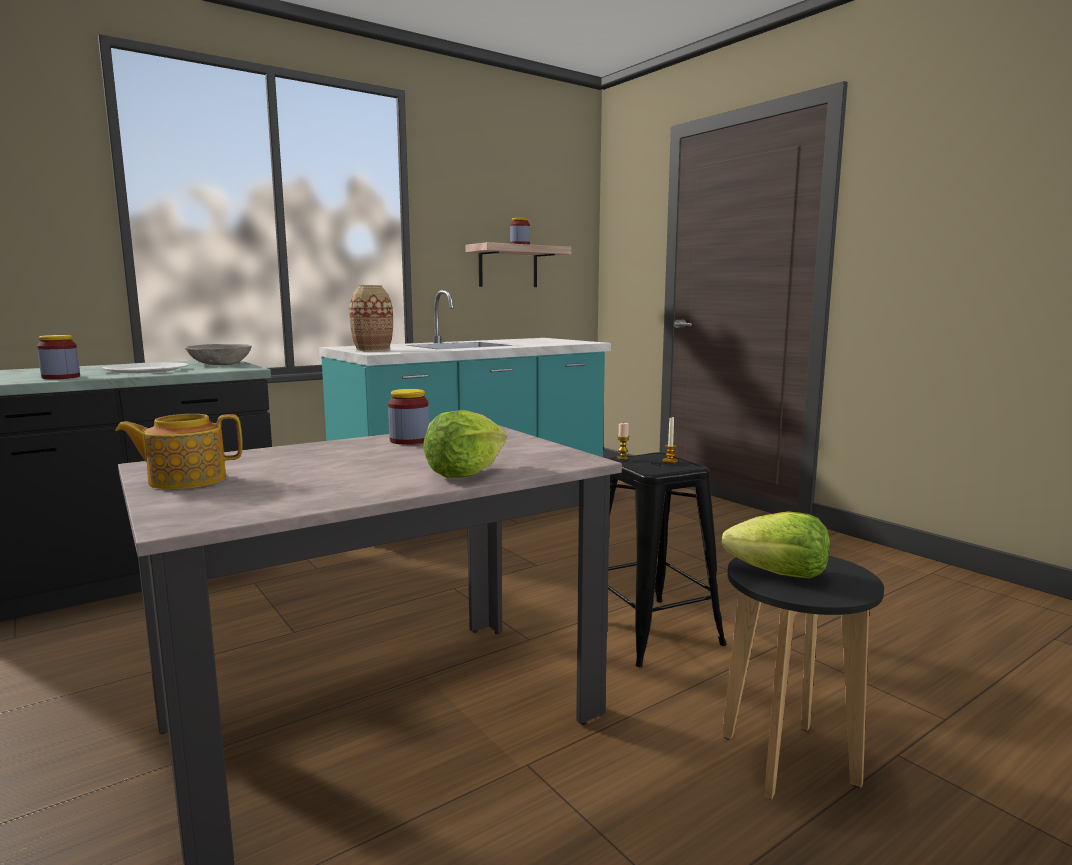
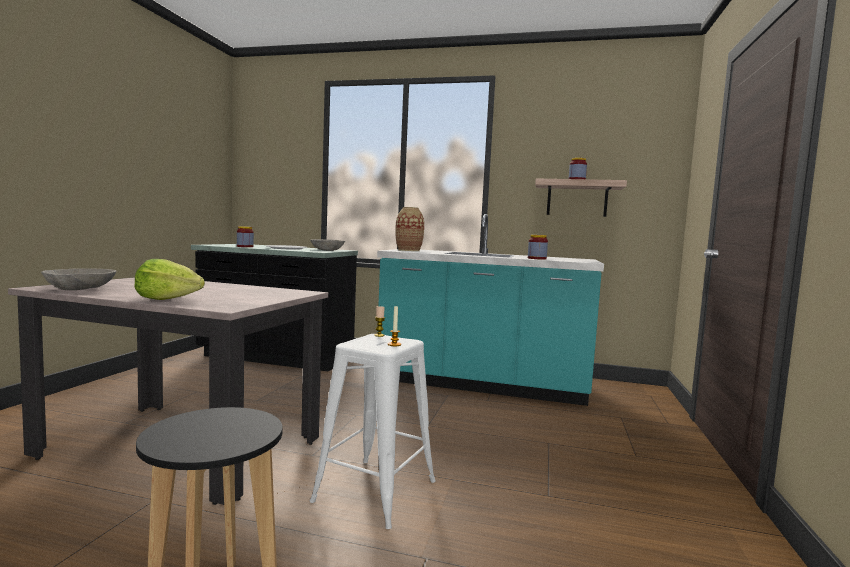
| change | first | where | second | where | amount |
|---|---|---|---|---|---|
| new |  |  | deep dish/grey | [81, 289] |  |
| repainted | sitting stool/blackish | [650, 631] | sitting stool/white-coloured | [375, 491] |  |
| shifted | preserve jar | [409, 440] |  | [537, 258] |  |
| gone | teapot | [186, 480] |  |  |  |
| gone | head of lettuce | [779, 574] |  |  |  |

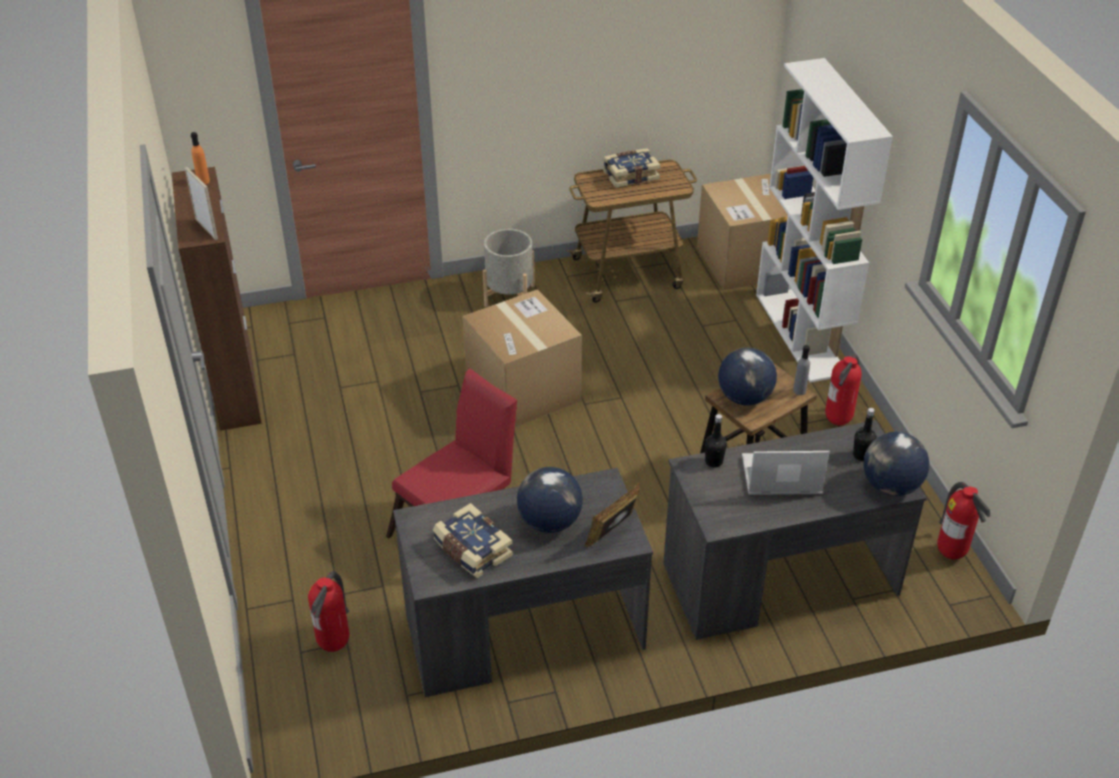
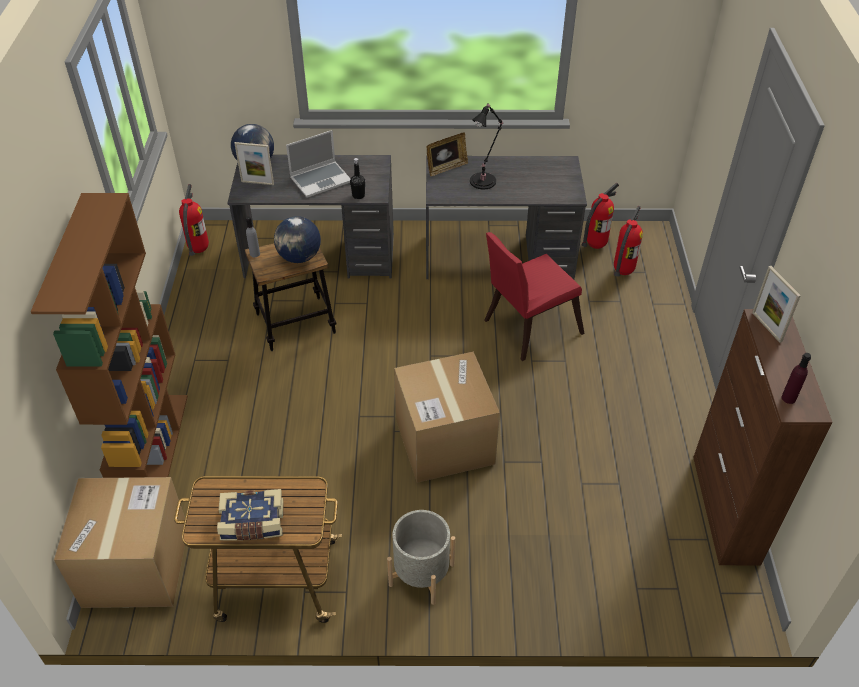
| change | first | where | second | where | amount |
|---|---|---|---|---|---|
| repainted | bookcase/white-coloured | [801, 334] | bookcase/brownish | [153, 450] |  |
| swapped | beverage bottle/blackish | [861, 455] | picture frame | [257, 183] |  |
| rotated | laptop | [780, 477] |  | [321, 180] | 45 degrees counterclockwise |
| swapped | globe | [549, 522] | table lamp/blackish | [484, 180] |  |
| shifted | extinguisher | [838, 422] |  | [595, 245] |  |
| repainted | beverage bottle/orange | [203, 181] | beverage bottle/purple-coloured | [788, 398] |  |
| gone | volume | [471, 550] |  |  |  |

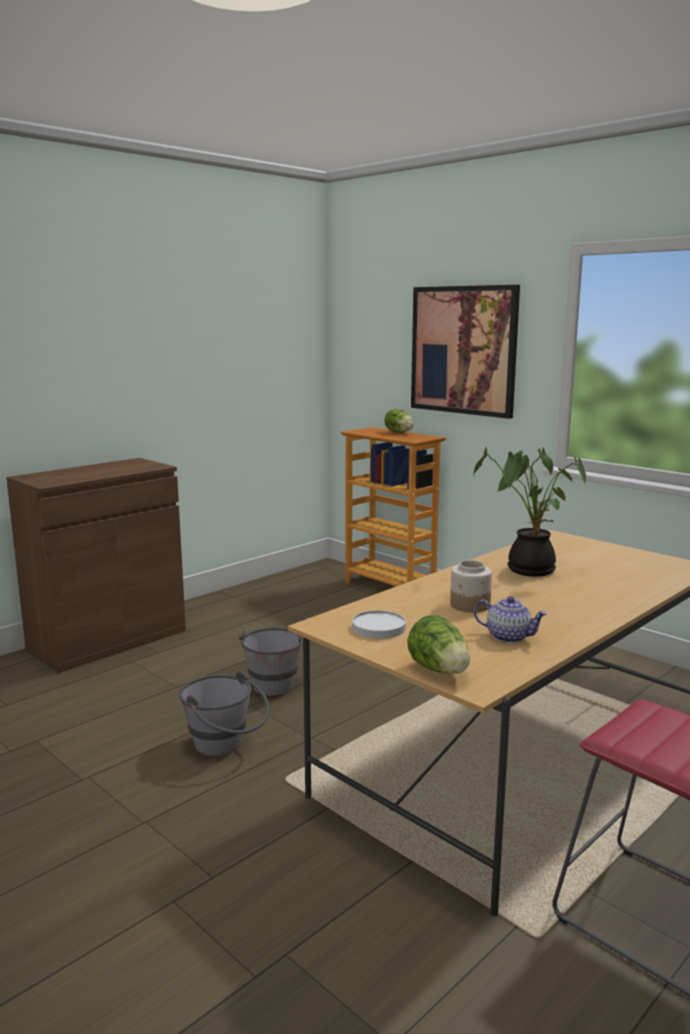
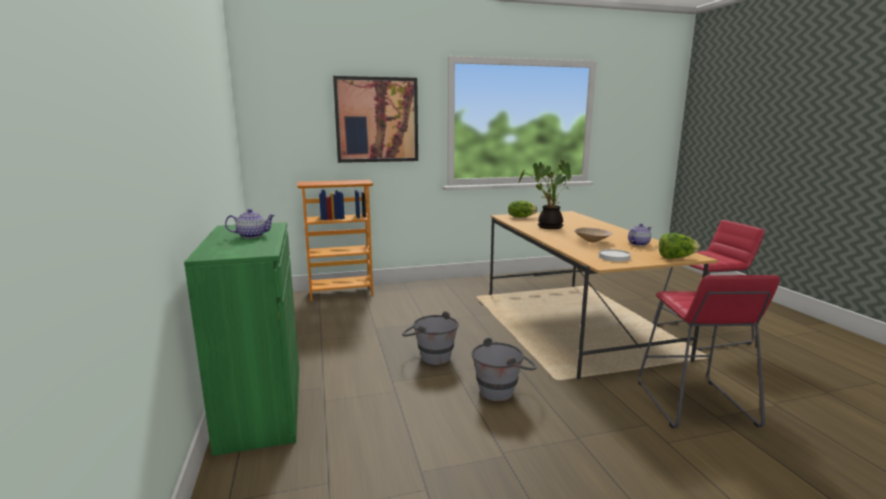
| change | first | where | second | where | amount |
|---|---|---|---|---|---|
| repainted | storage cabinet/brownish | [108, 640] | storage cabinet/greenish | [262, 405] |  |
| new |  |  | teapot | [252, 236] |  |
| shifted | head of lettuce | [399, 432] |  | [521, 217] |  |
| swapped | preserve jar | [470, 605] | deep dish/sand-coloured | [592, 241] |  |
| new |  |  | sitting stool/reddish | [694, 404] |  |

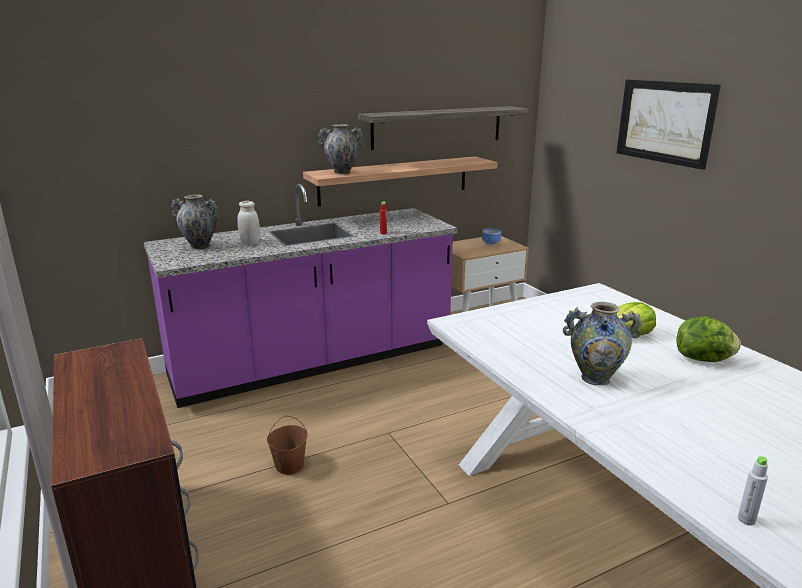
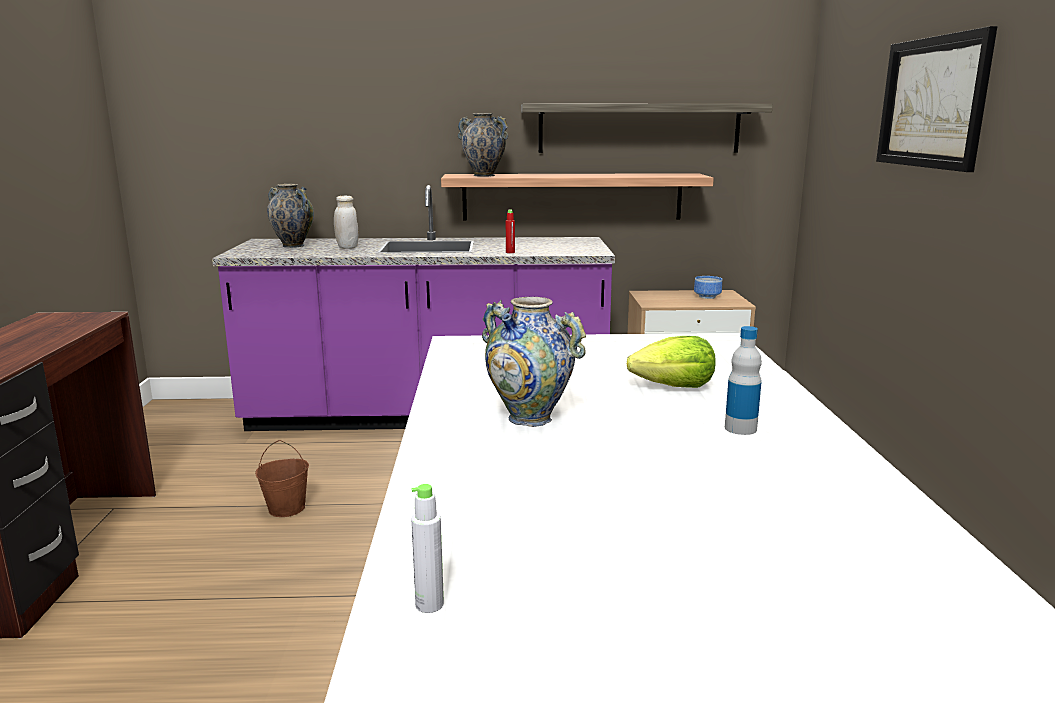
| change | first | where | second | where | amount |
|---|---|---|---|---|---|
| swapped | head of lettuce | [703, 359] | beverage bottle | [740, 428] |  |

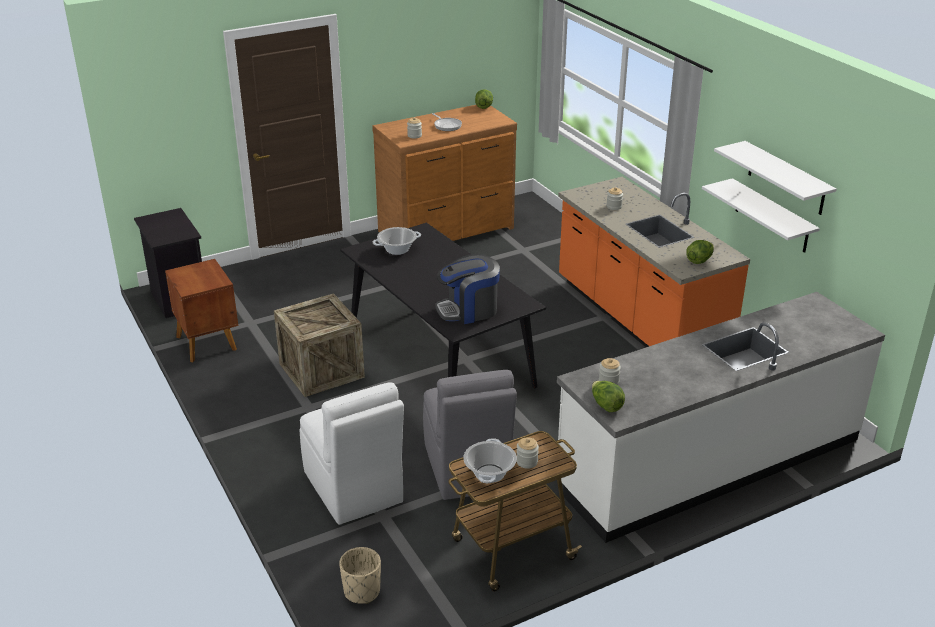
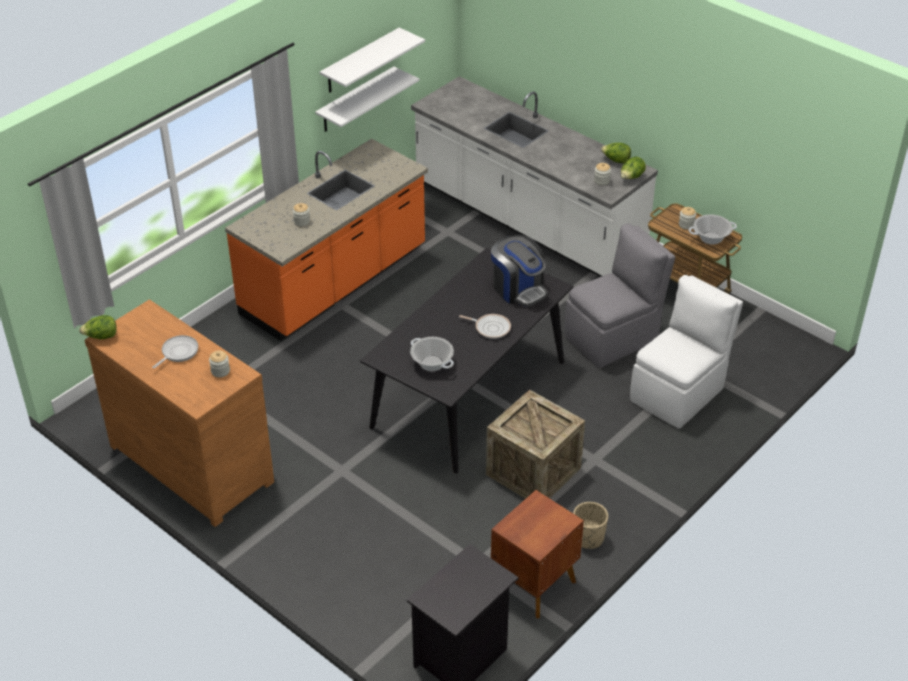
| change | first | where | second | where | amount |
|---|---|---|---|---|---|
| new |  |  | frying pan | [490, 328] |  |
| shifted | planter/sand-coloured | [361, 591] |  | [588, 538] |  |
| shifted | head of lettuce | [699, 260] |  | [616, 160] |  |

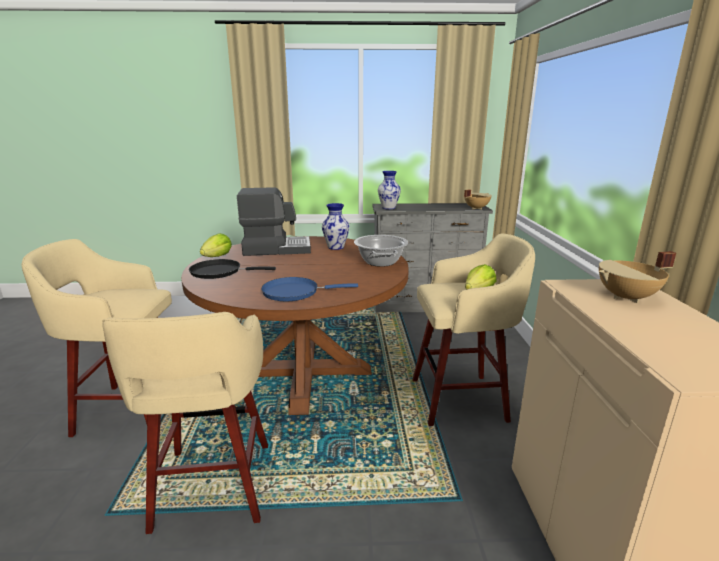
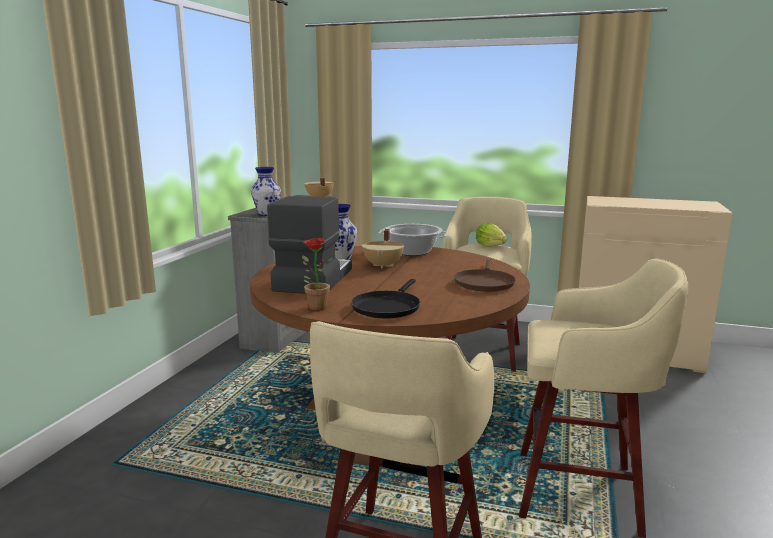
| change | first | where | second | where | amount |
|---|---|---|---|---|---|
| swapped | head of lettuce | [217, 257] | houseplant | [314, 306] |  |
| shifted | saucepot/sand-coloured | [627, 298] |  | [384, 266] |  |
| repainted | frying pan/blue-coloured | [295, 292] | frying pan/brownish | [484, 283] |  |

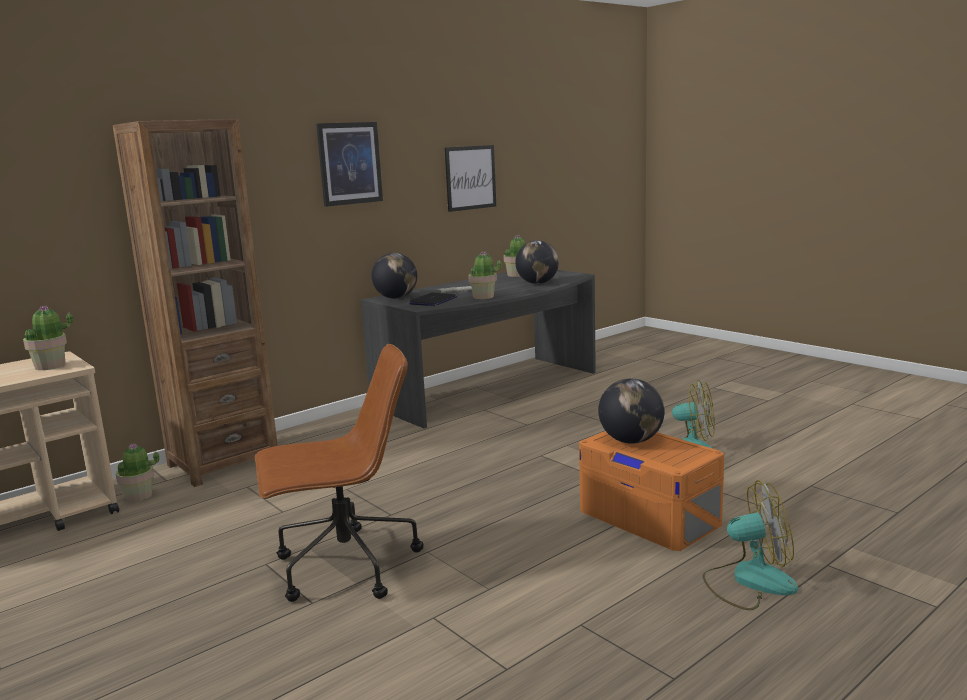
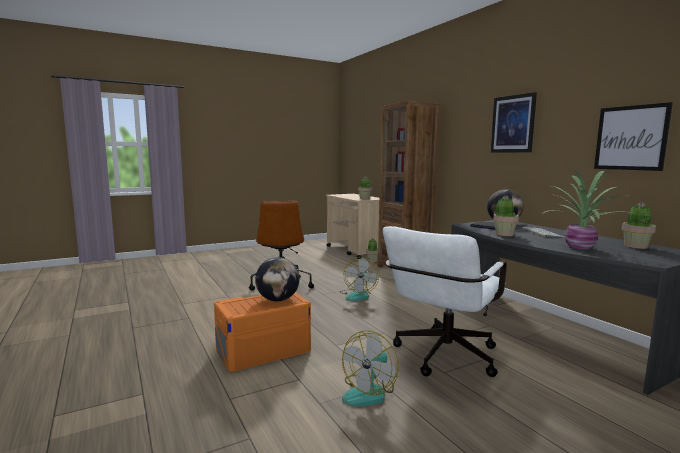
| change | first | where | second | where | amount |
|---|---|---|---|---|---|
| shifted | electric fan | [749, 581] |  | [358, 295] |  |
| new |  |  | desk chair/white-coloured | [442, 358] |  |
| swapped | globe | [537, 283] | houseplant | [581, 248] |  |

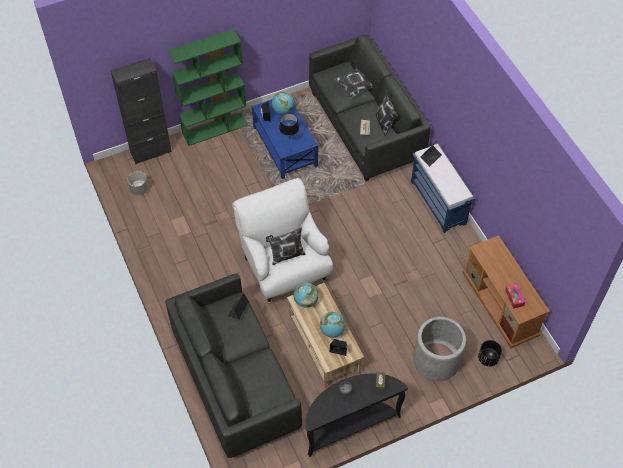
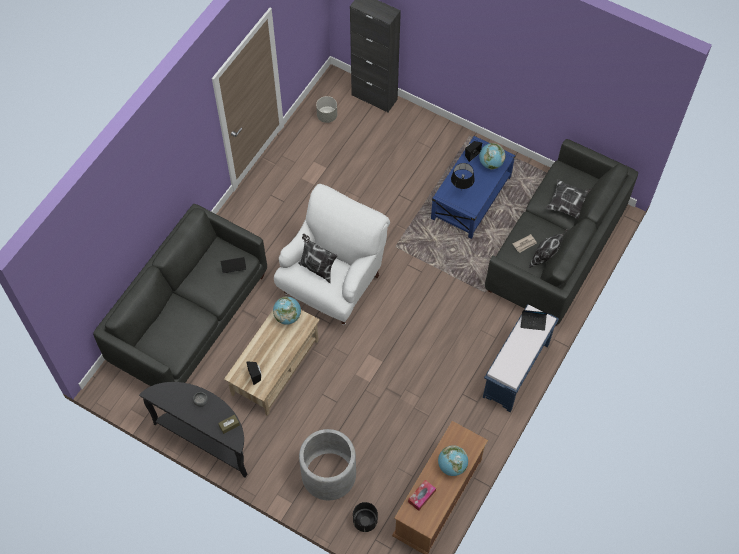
| change | first | where | second | where | amount |
|---|---|---|---|---|---|
| shifted | globe | [332, 331] |  | [452, 466] |  |
| gone | bookcase/greenish | [215, 129] |  |  |  |

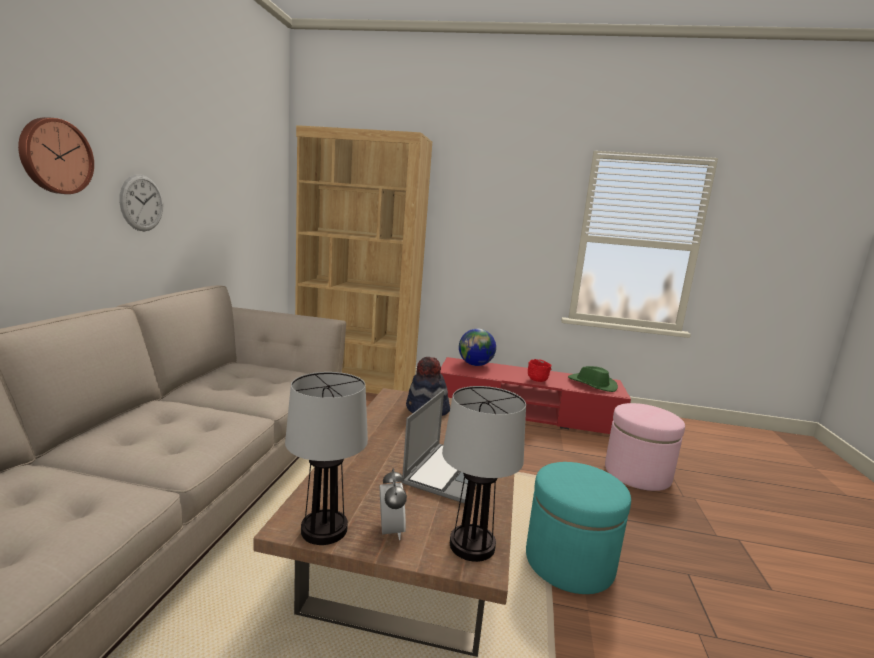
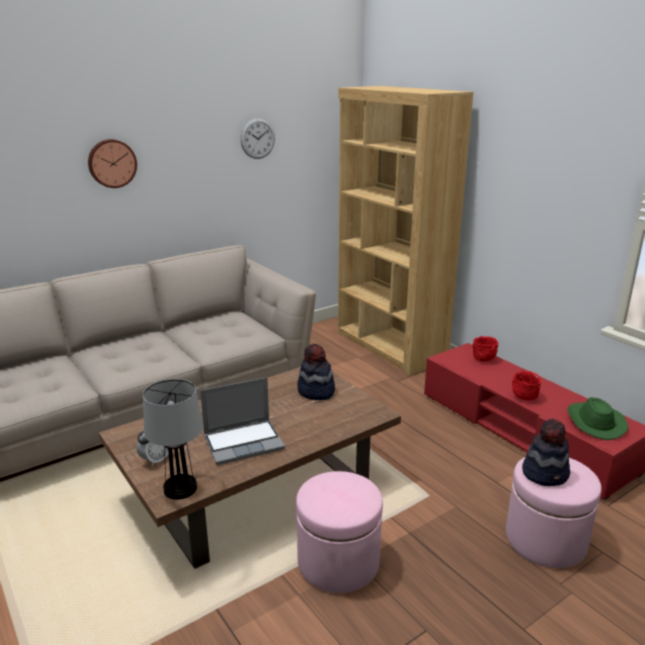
| change | first | where | second | where | amount |
|---|---|---|---|---|---|
| shifted | hanging clock | [142, 203] |  | [257, 138] |  |
| repainted | ottoman/turquoise | [569, 561] | ottoman/pink | [338, 562] |  |
| swapped | globe | [475, 365] | deep dish/reddish | [484, 360] |  |
| new |  |  | clothing hat | [545, 473] |  |
| gone | table lamp | [325, 529] |  |  |  |

